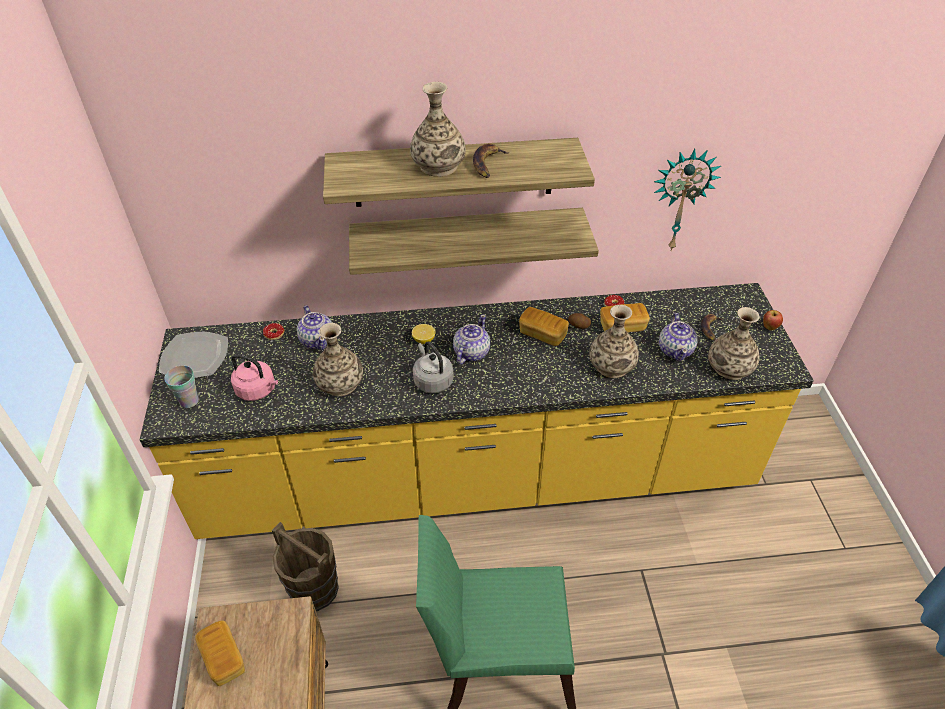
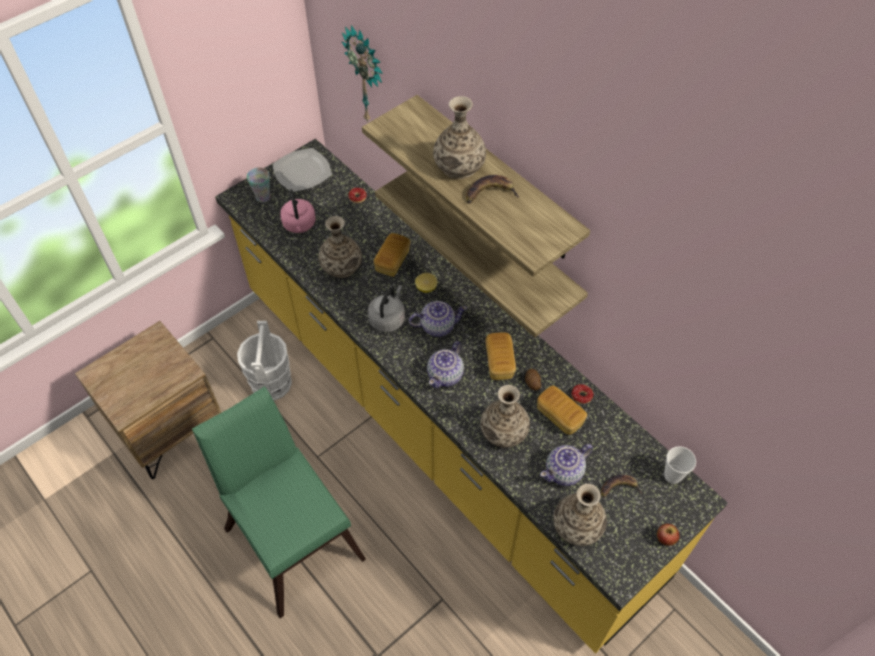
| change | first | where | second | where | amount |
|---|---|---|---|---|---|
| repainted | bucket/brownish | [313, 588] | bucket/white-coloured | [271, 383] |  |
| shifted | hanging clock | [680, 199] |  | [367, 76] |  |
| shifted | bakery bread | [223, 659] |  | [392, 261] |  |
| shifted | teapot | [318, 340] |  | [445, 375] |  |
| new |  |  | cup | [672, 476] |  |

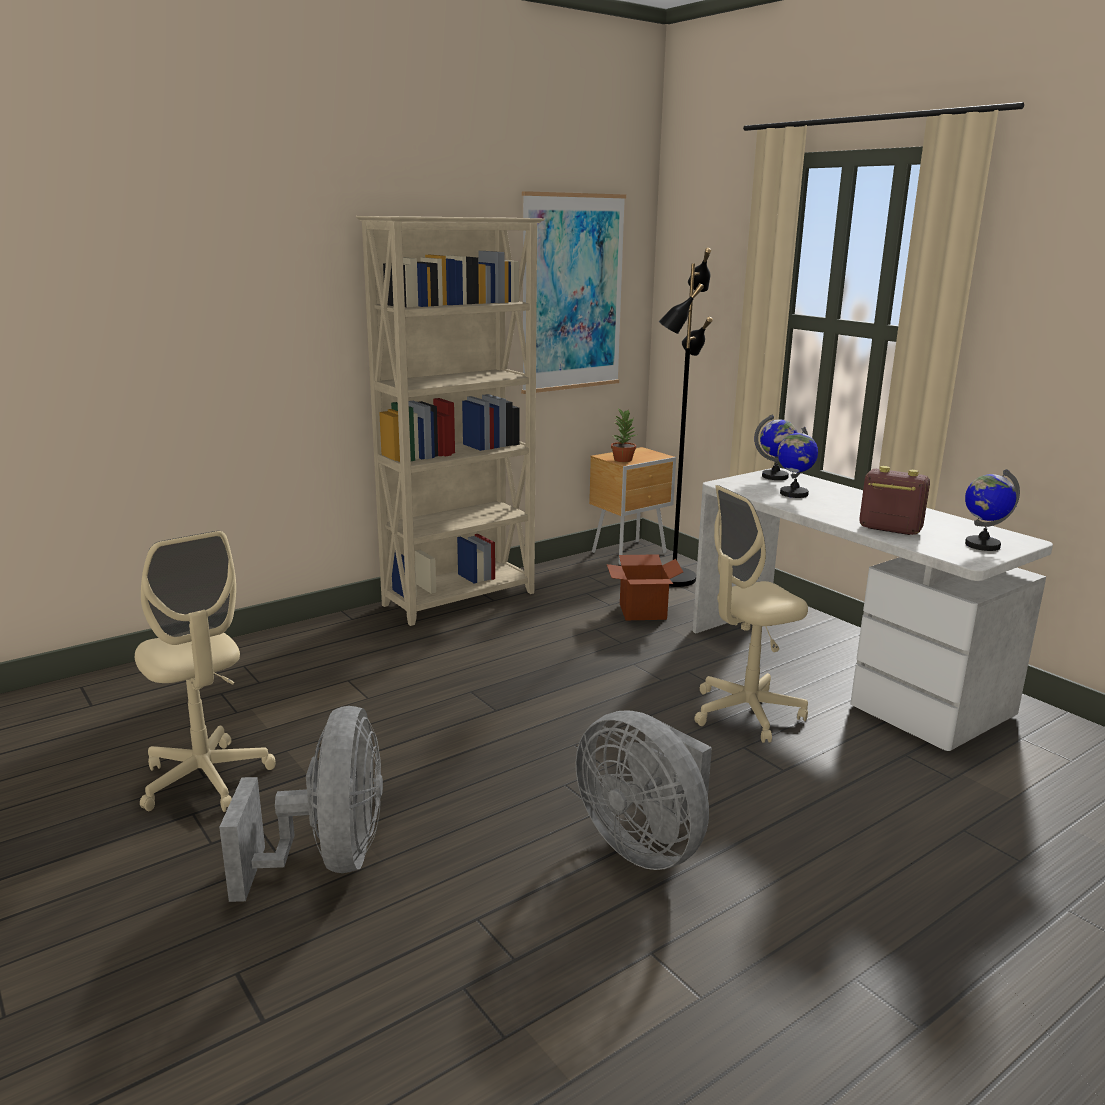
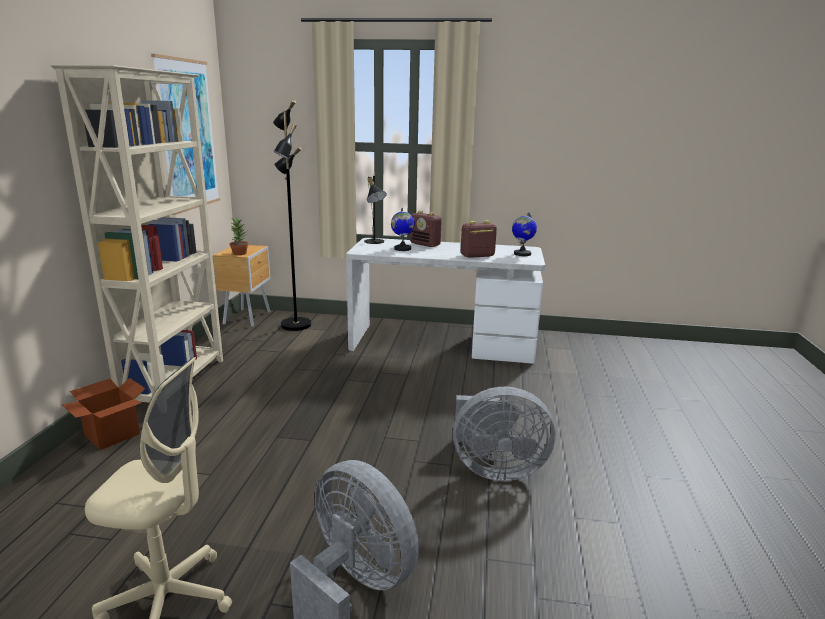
| change | first | where | second | where | amount |
|---|---|---|---|---|---|
| shifted | cardboard box | [643, 612] |  | [112, 435] |  |
| swapped | globe | [775, 477] | table lamp/blackish | [375, 242] |  |
| new |  |  | radio set | [425, 244] |  |
| gone | desk chair/sand-coloured | [746, 713] |  |  |  |

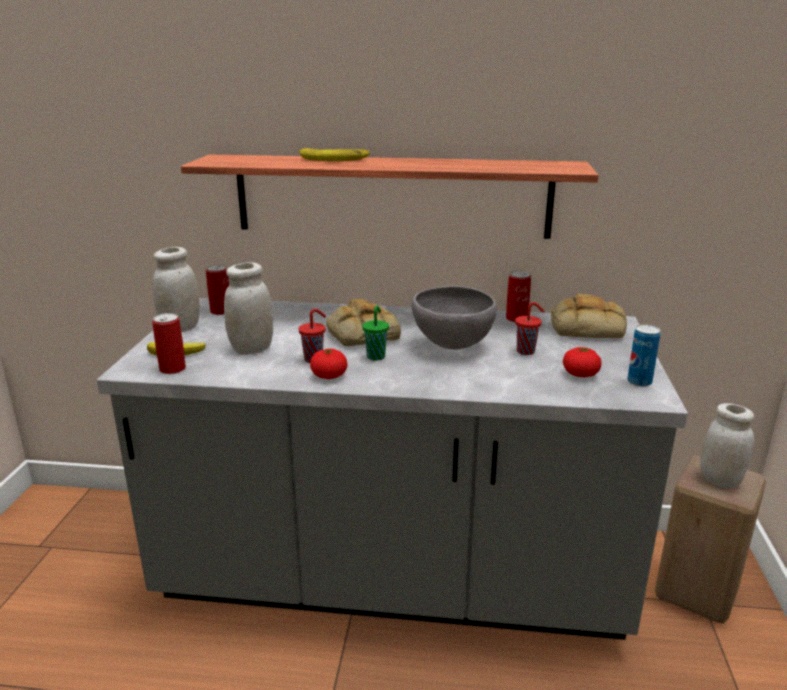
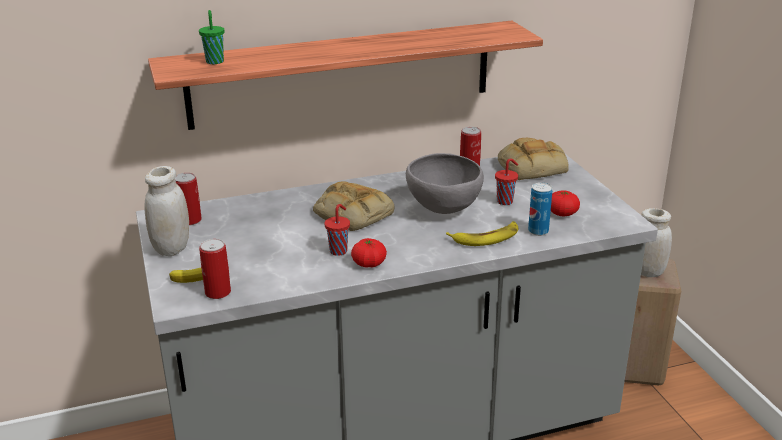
| change | first | where | second | where | amount |
|---|---|---|---|---|---|
| shifted | cup/greenish | [376, 356] |  | [215, 61] |  |
| shifted | whole banana | [334, 159] |  | [486, 237] |  |
| shifted | metal can | [639, 382] |  | [538, 231] |  |
| gone | preserve jar/white-coloured | [252, 349] |  |  |  |

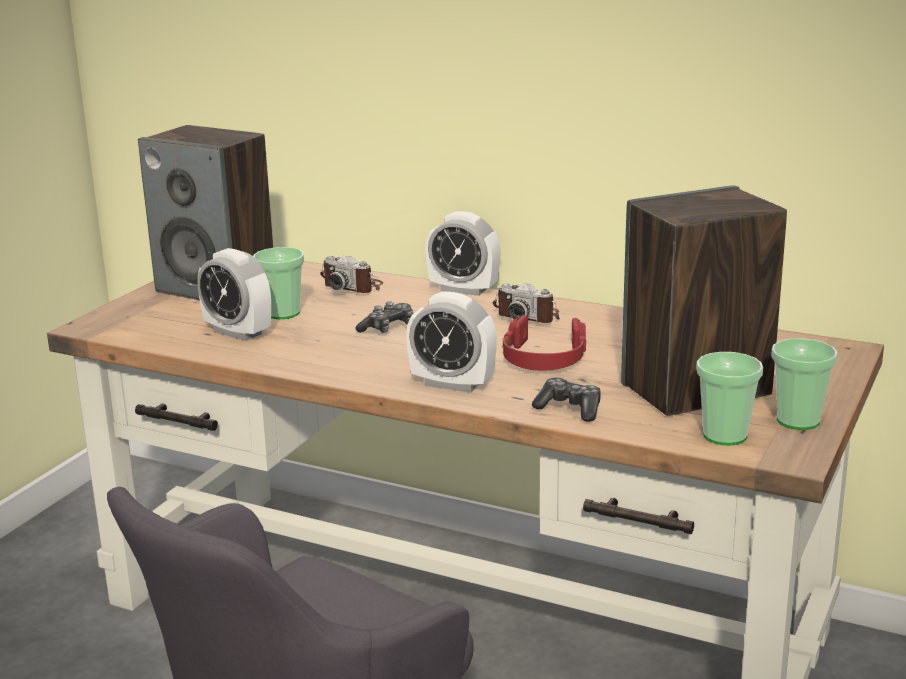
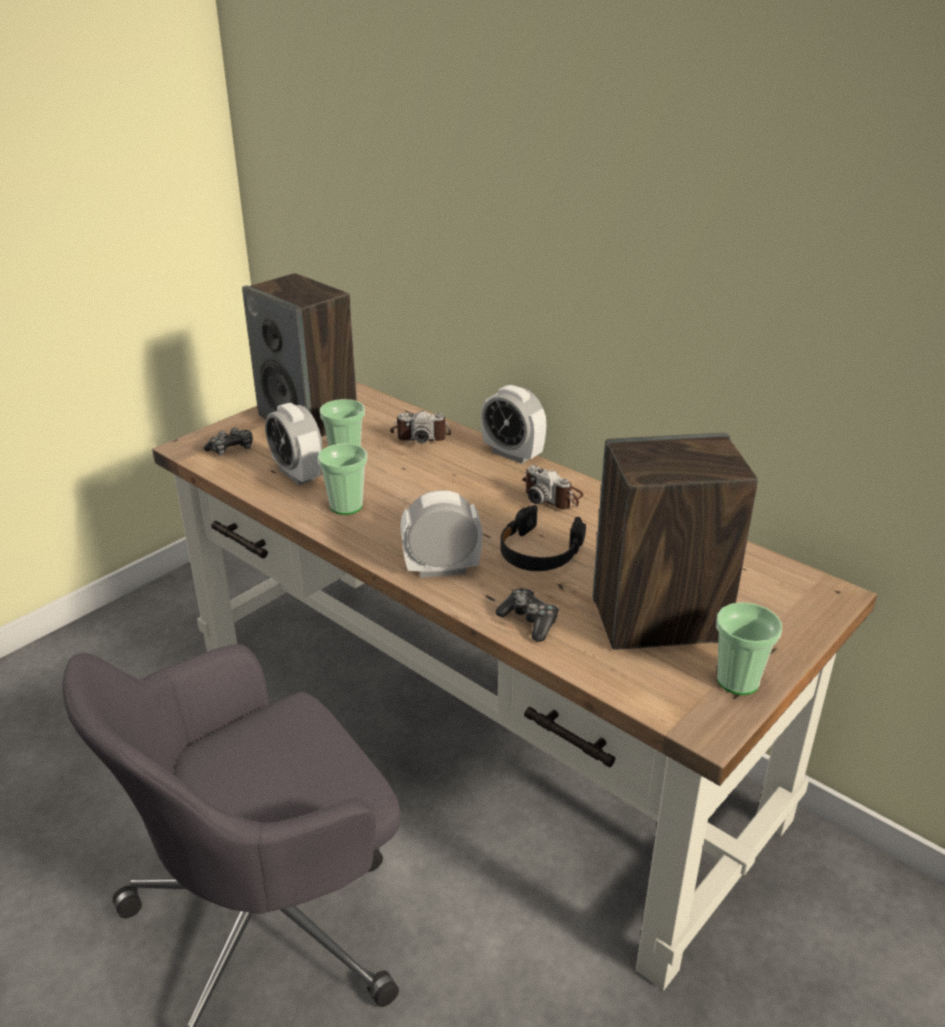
| change | first | where | second | where | amount |
|---|---|---|---|---|---|
| shifted | game controller | [387, 328] |  | [231, 450] |  |
| shifted | cup | [724, 435] |  | [346, 506] |  |
| rotated | photo camera | [353, 286] |  | [420, 435] | 45 degrees counterclockwise |
| rotated | alarm clock | [452, 384] |  | [442, 569] | 135 degrees clockwise |
| repainted | headset/reddish | [543, 358] | headset/blackish | [539, 551] |  |

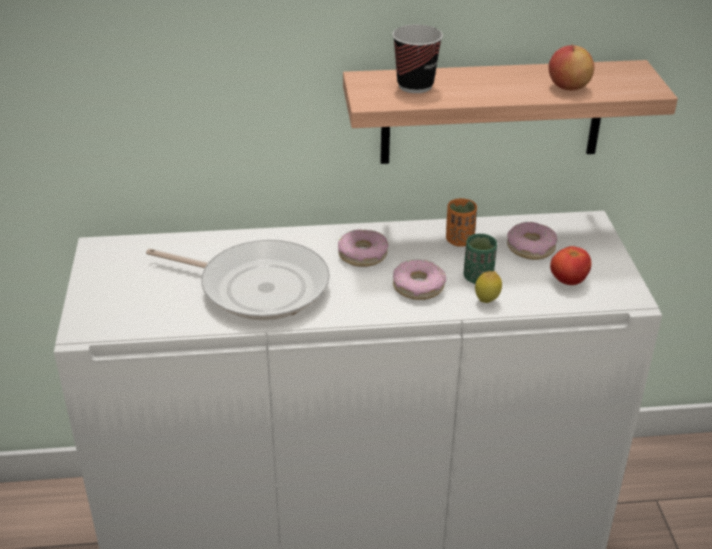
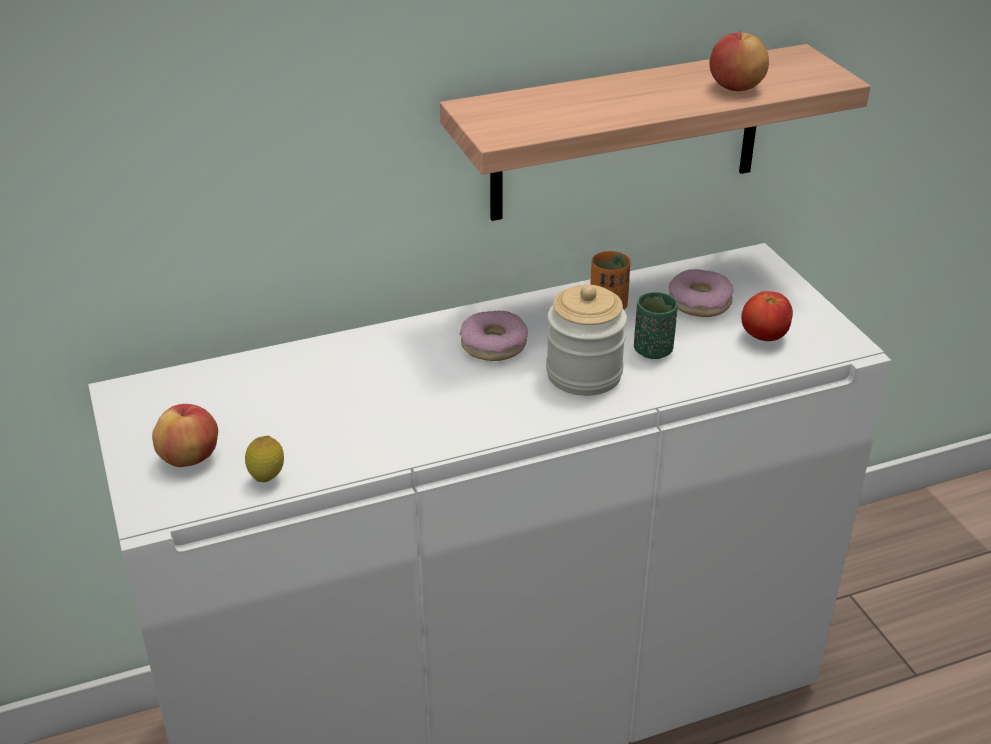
| change | first | where | second | where | amount |
|---|---|---|---|---|---|
| new |  |  | apple fruit | [190, 458] |  |
| shifted | whole lemon | [487, 301] |  | [267, 479] |  |
| swapped | donut | [418, 286] | preserve jar | [584, 374] |  |
| gone | frying pan | [258, 287] |  |  |  |
| gone | cup | [415, 86] |  |  |  |

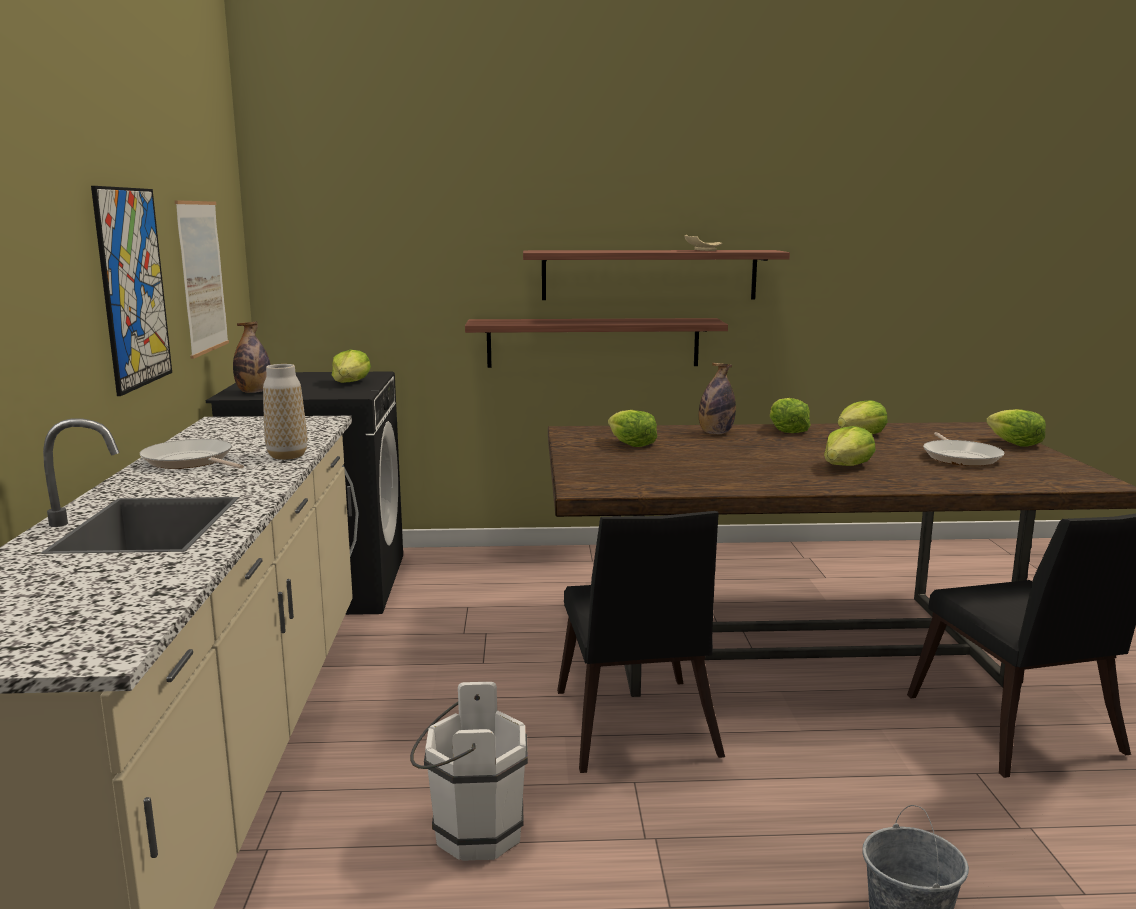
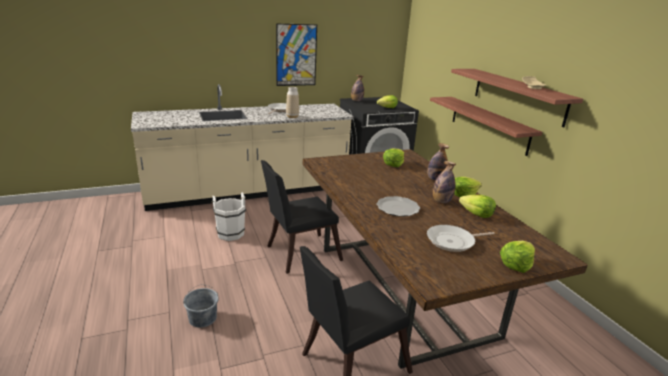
| change | first | where | second | where | amount |
|---|---|---|---|---|---|
| swapped | head of lettuce | [846, 466] | dinner plate | [398, 208] |  |
| new |  |  | beverage bottle | [441, 201] |  |
| gone | wall art | [202, 277] |  |  |  |

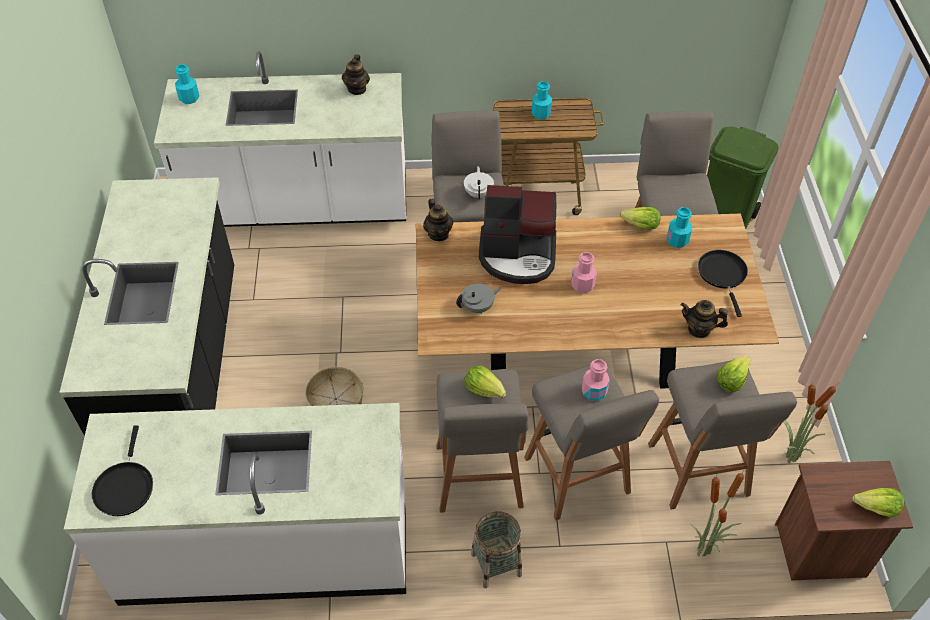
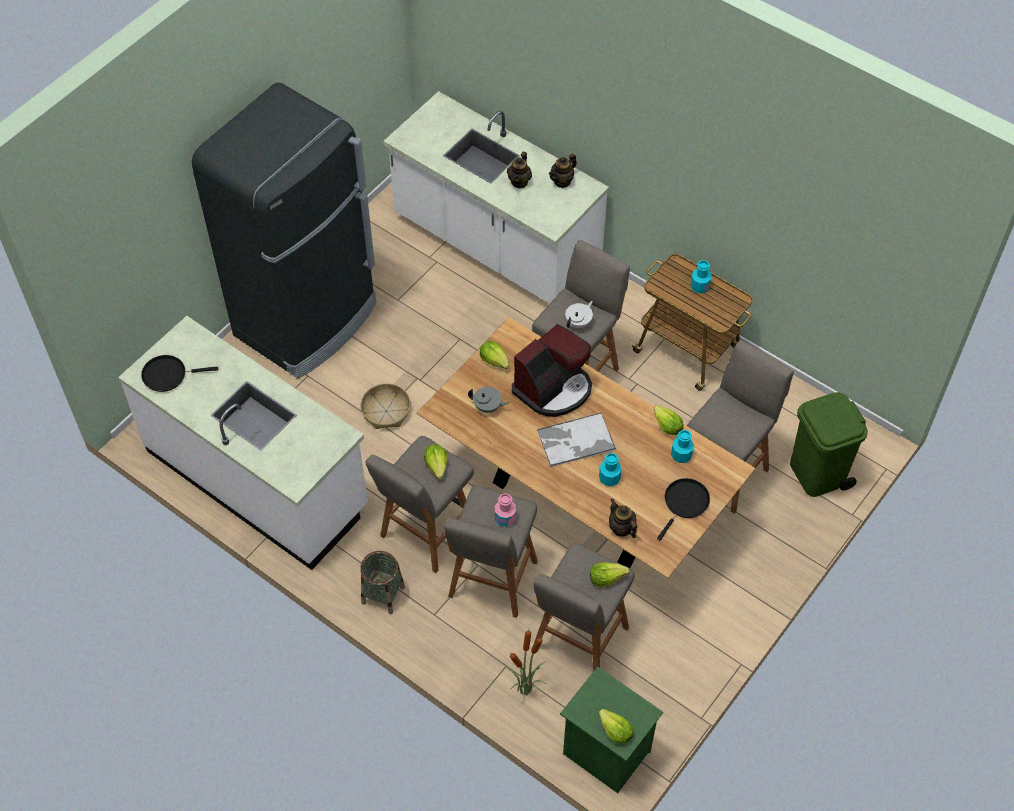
| change | first | where | second | where | amount |
|---|---|---|---|---|---|
| rotated | frying pan/blackish | [125, 486] |  | [168, 375] | 45 degrees clockwise |
| swapped | kitchen base unit/blackish | [180, 369] | kitchen fridge/blackish | [307, 320] |  |
| new |  |  | head of lettuce | [495, 360] |  |
| shifted | teapot | [438, 234] |  | [519, 182] |  |
| rotated | coffee brewer | [518, 256] |  | [553, 389] | 90 degrees counterclockwise |
| swapped | beverage bottle/pink | [582, 285] | serving tray | [575, 441] |  |
| repainted | nightstand/brownish | [821, 551] | nightstand/greenish | [605, 754] |  |
| shifted | beverage bottle/turquoise | [189, 98] |  | [609, 478] |  |
| gone | houseplant | [790, 456] |  |  |  |

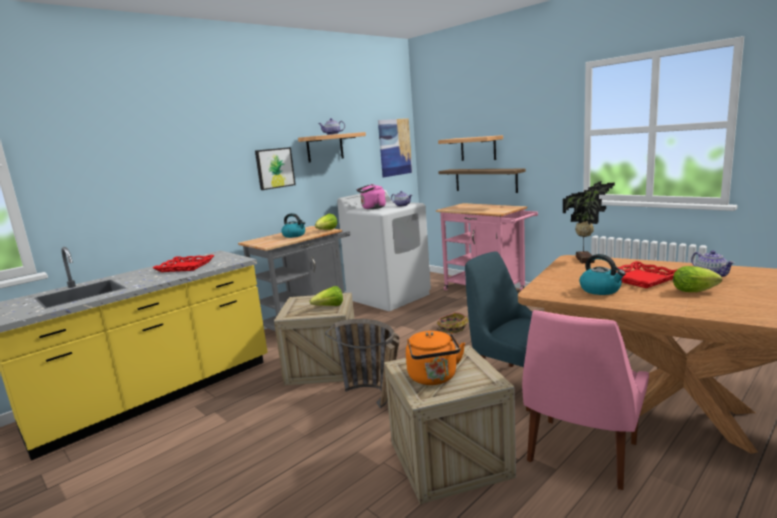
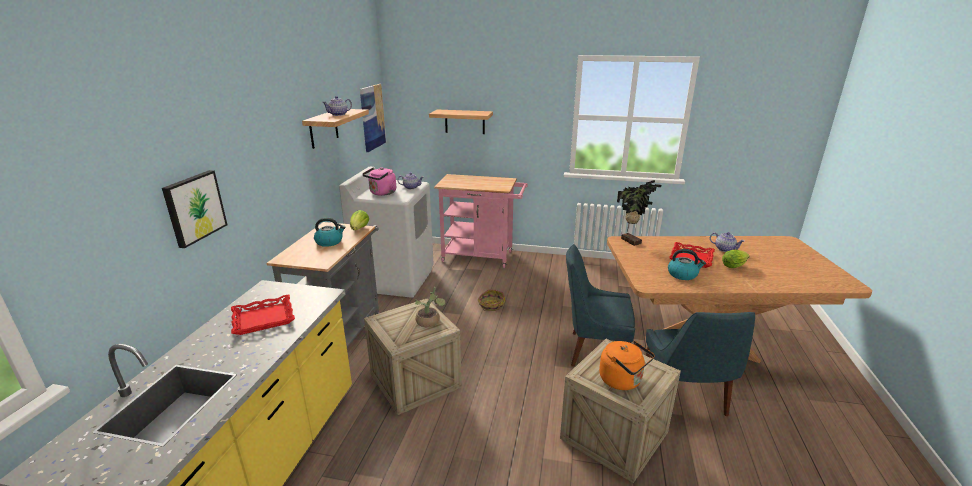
| change | first | where | second | where | amount |
|---|---|---|---|---|---|
| shifted | wall art | [274, 168] |  | [194, 207] |  |
| swapped | head of lettuce | [329, 307] | houseplant | [430, 323] |  |
| repainted | chair/pink | [580, 455] | chair/blue-coloured | [685, 398] |  |
| gone | storage basket | [376, 399] |  |  |  |
| gone | wall shelf | [485, 180] |  |  |  |

